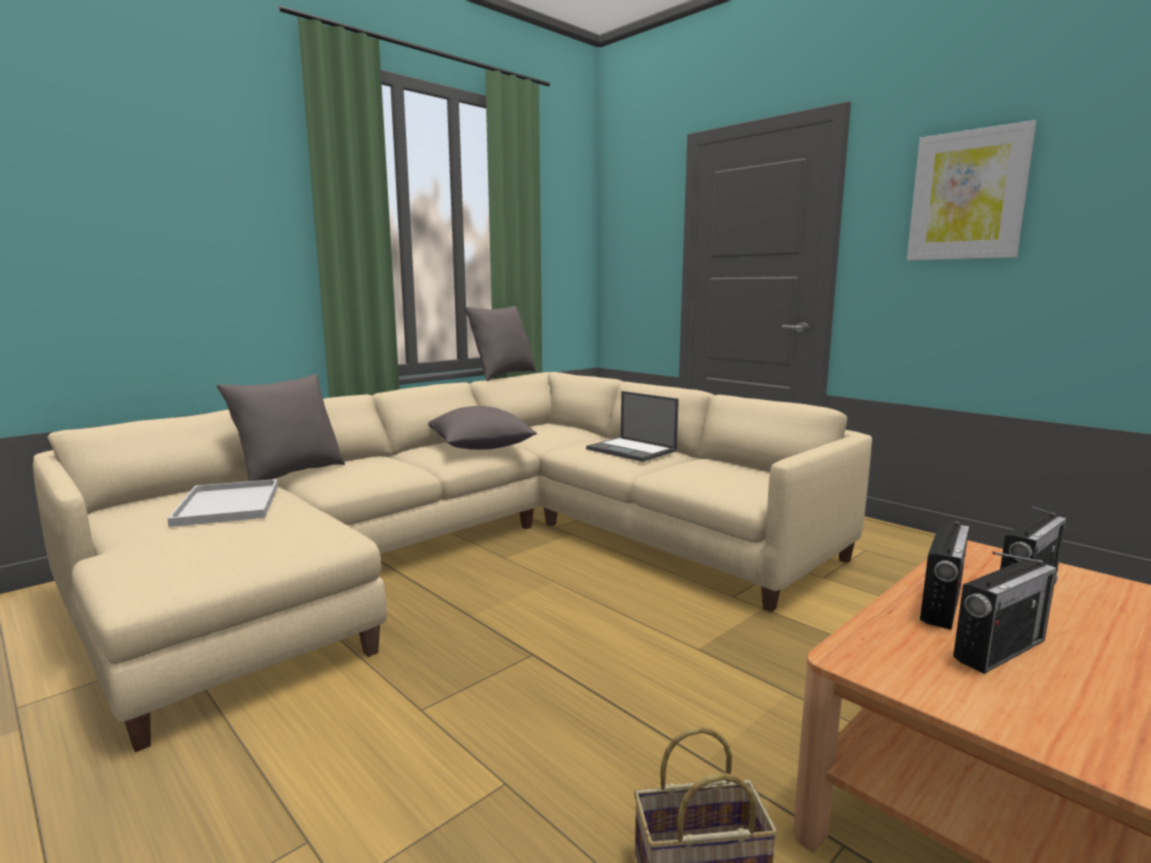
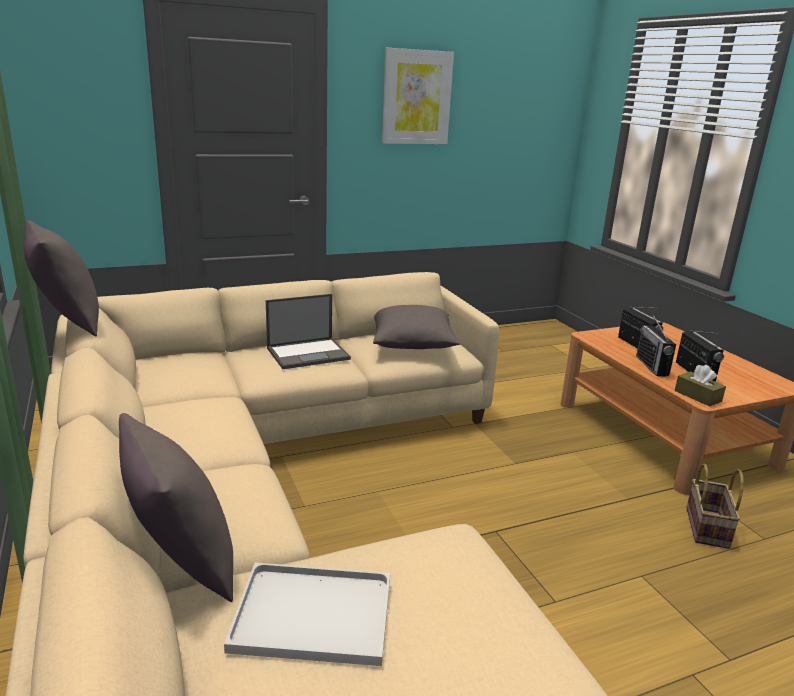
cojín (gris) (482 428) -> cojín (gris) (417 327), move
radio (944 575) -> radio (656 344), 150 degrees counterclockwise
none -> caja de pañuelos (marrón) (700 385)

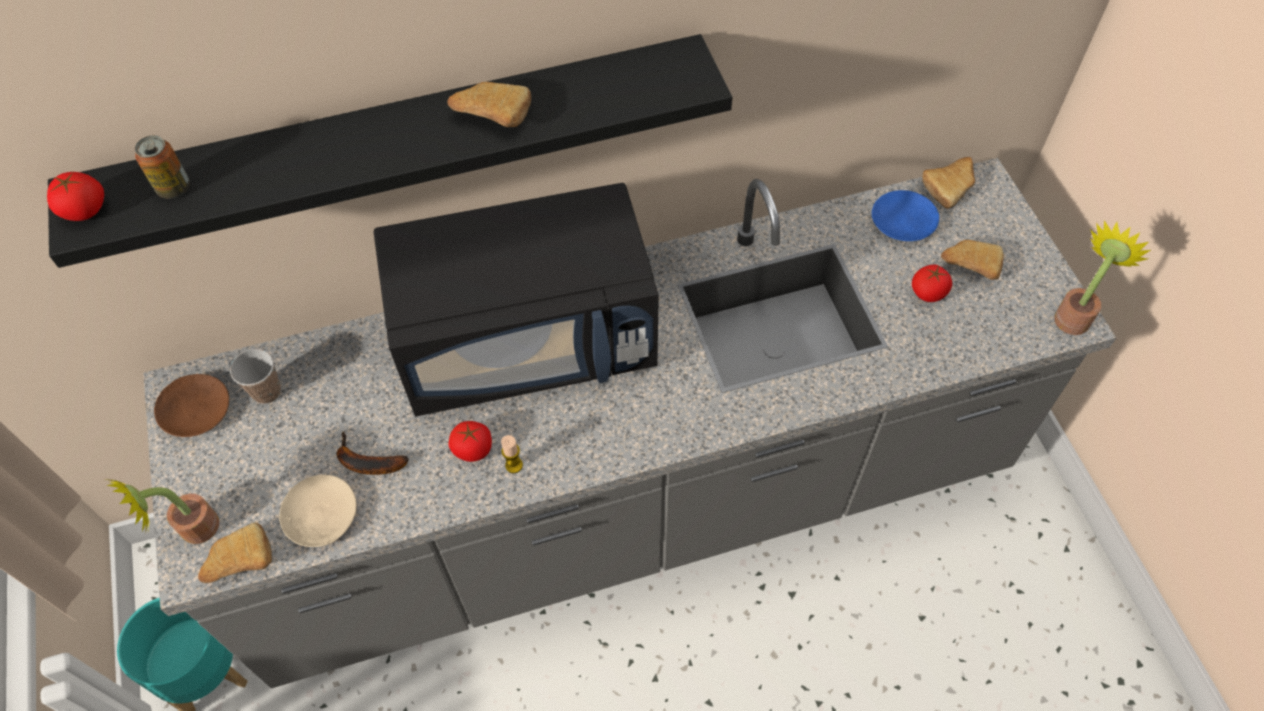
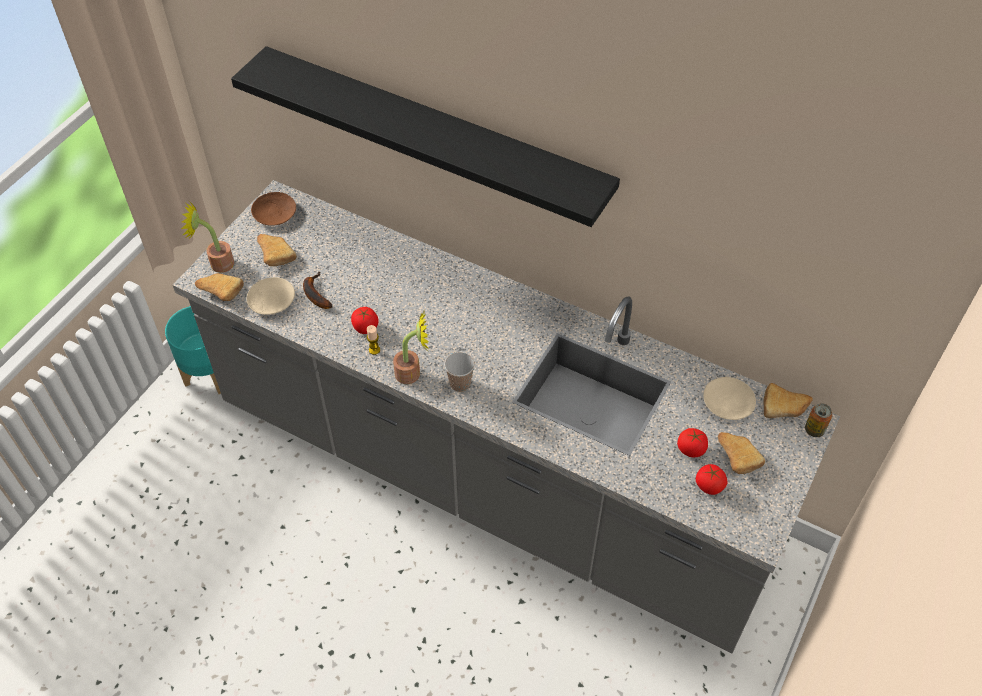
pan (489 104) -> pan (277 250), move
planta en maceta (1102 277) -> planta en maceta (411 347), move
taza (255 376) -> taza (459 372), move
tomate (75 196) -> tomate (712 479), move
plato (azul) (905 215) -> plato (beis) (729 398)
lata (162 166) -> lata (818 420), move
microondas (negro) (516 299) -> none

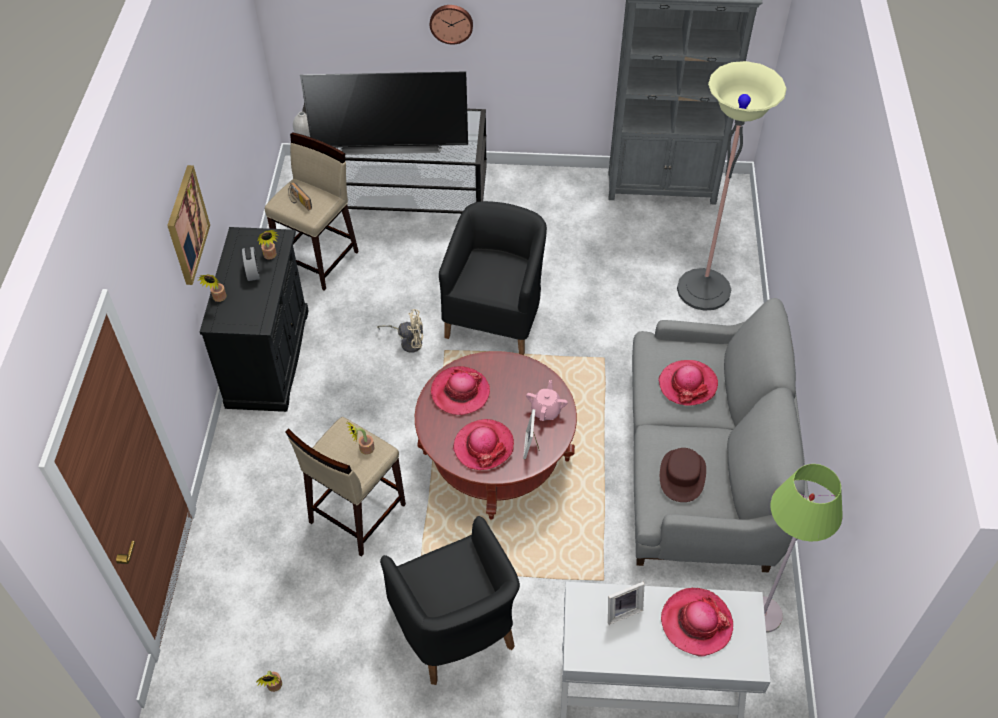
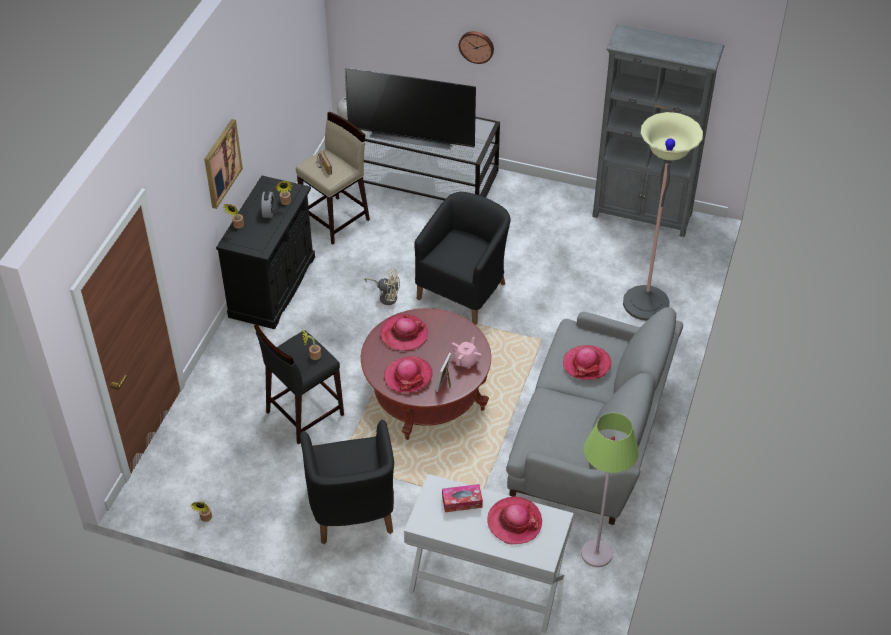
taburete (beis) (346 487) -> taburete (negro) (299 384)
portarretratos (626 603) -> caja de pañuelos (462 498)
sombrero (marrón) (683 475) -> none

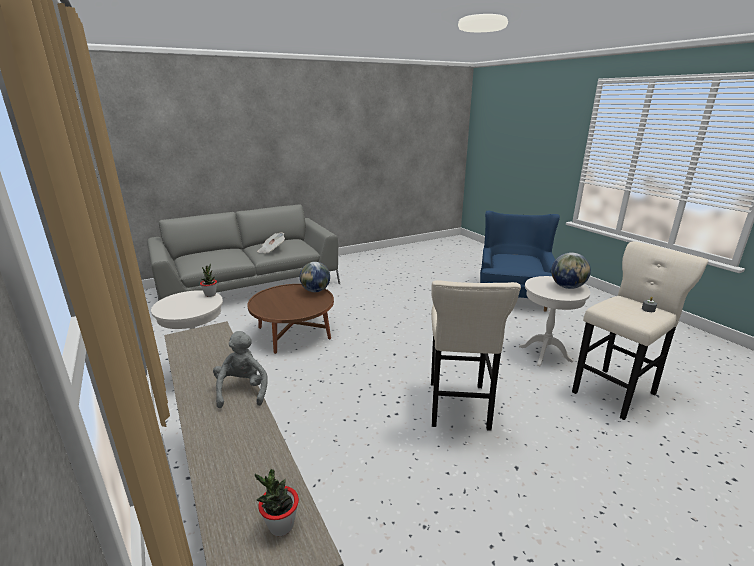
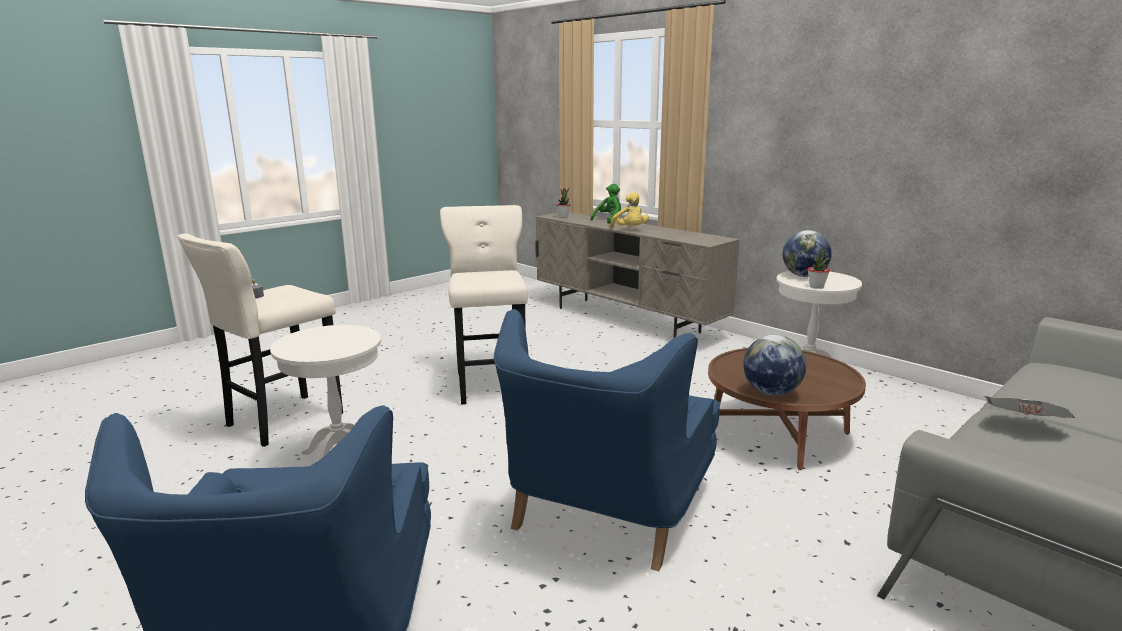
none -> sillón (azul) (607 440)
none -> peluche (verde) (605 204)
peluche (gris) (240 369) -> peluche (amarillo) (629 210)
globo terráqueo (571 271) -> globo terráqueo (807 253), move

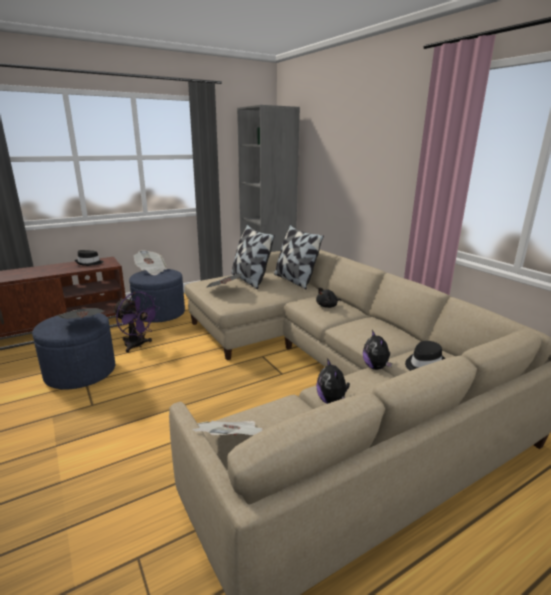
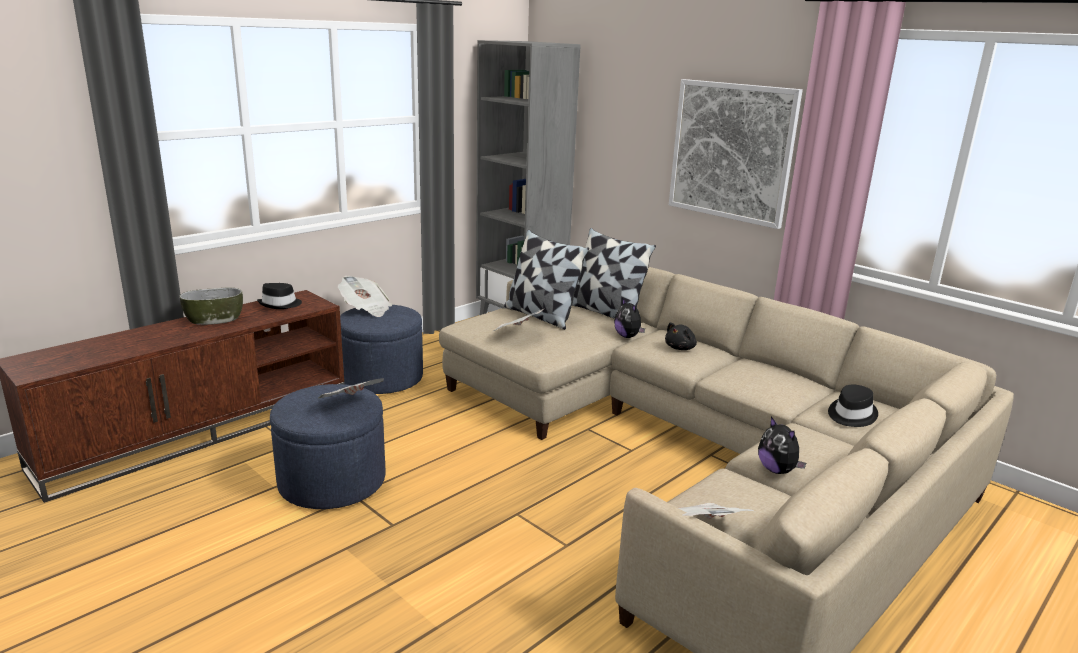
none -> cuenco (211 306)
peluche (377 350) -> peluche (629 318), move
none -> cuadro (736 154)
ventilador (morado) (136 322) -> none

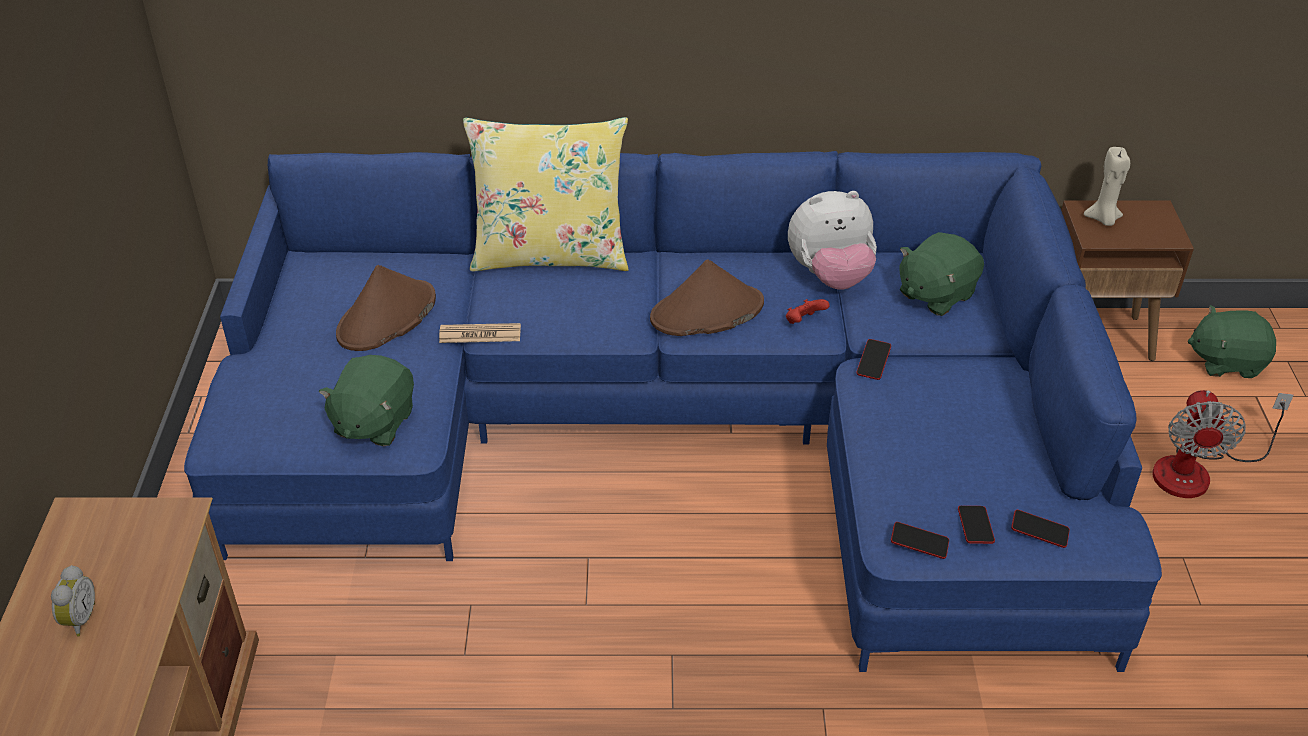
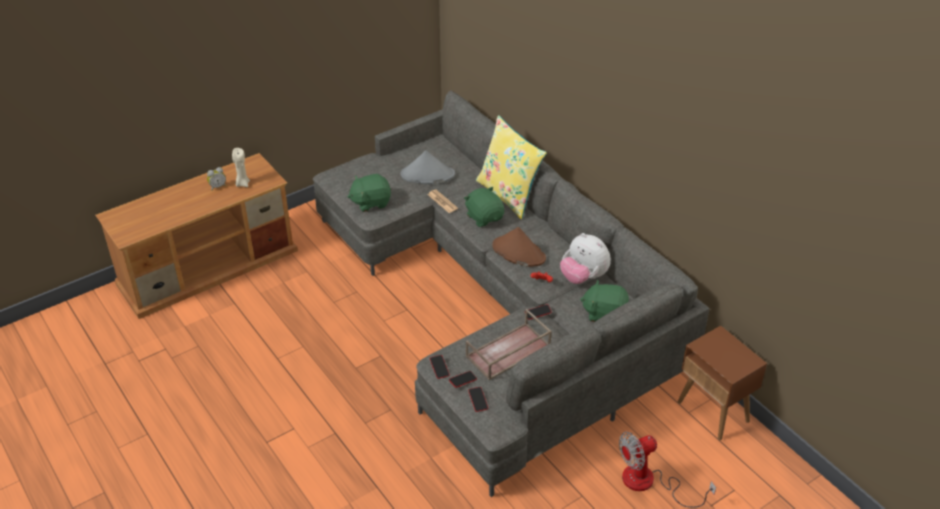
vela (beis) (1107 186) -> vela (beis) (241 167), move
sofá (azul) (673 411) -> sofá (gris) (511 293)
sombrero (marrón) (386 308) -> sombrero (gris) (427 167)
peluche (verde) (1232 341) -> peluche (verde) (484 207), move
none -> bandeja (marrón) (508 344)

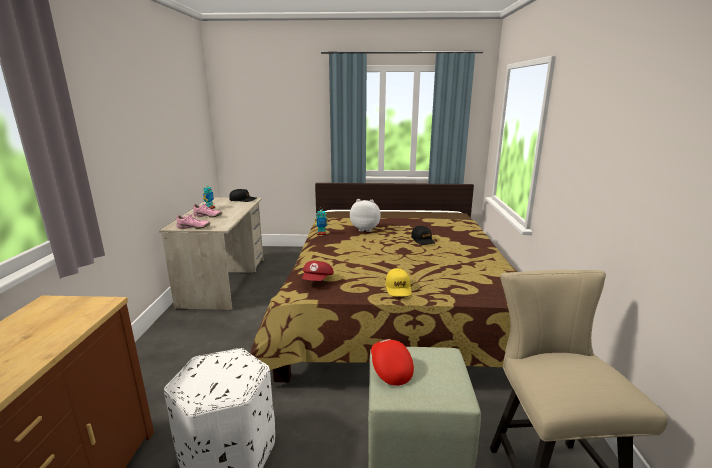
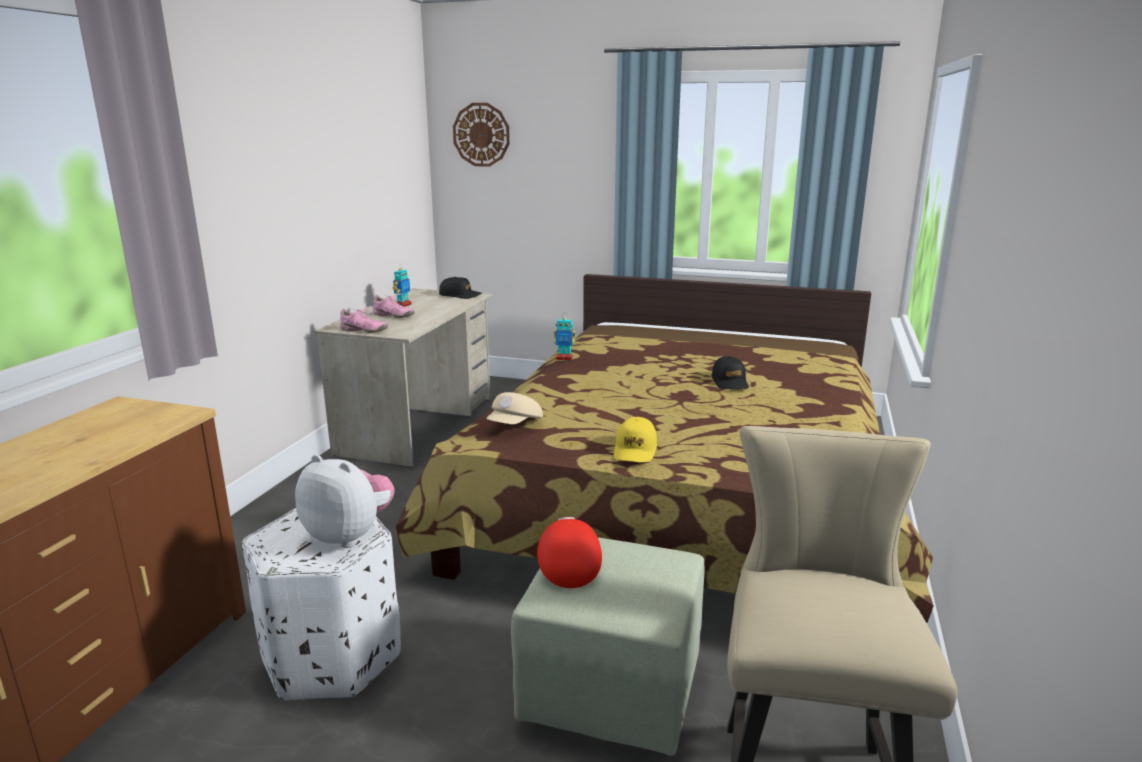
peluche (365 215) -> peluche (344 501), move
none -> reloj de pared (481 135)
gorra (rojo) (318 271) -> gorra (beis) (514 408)

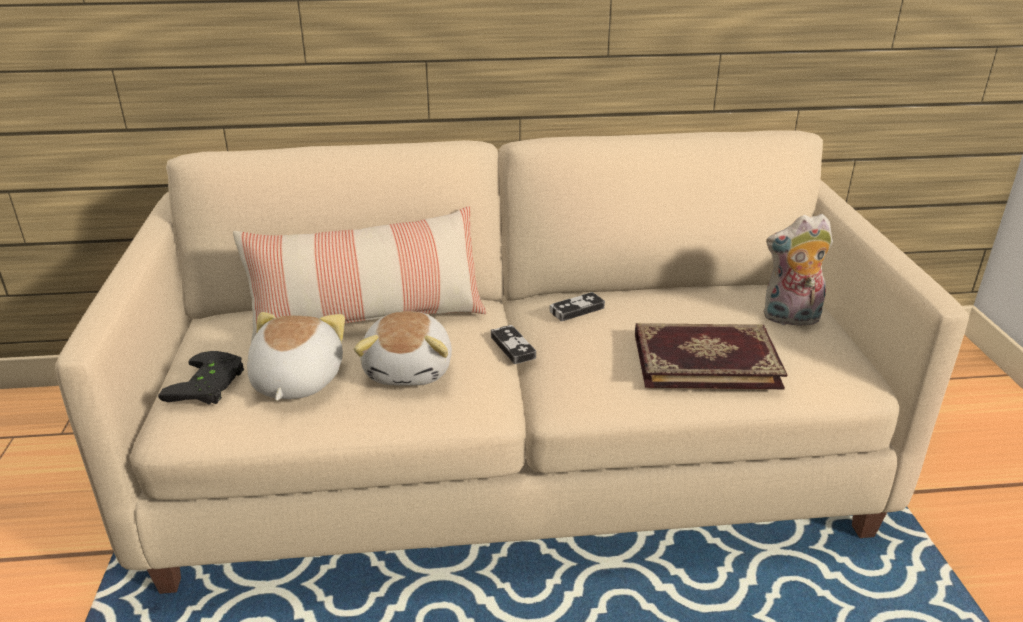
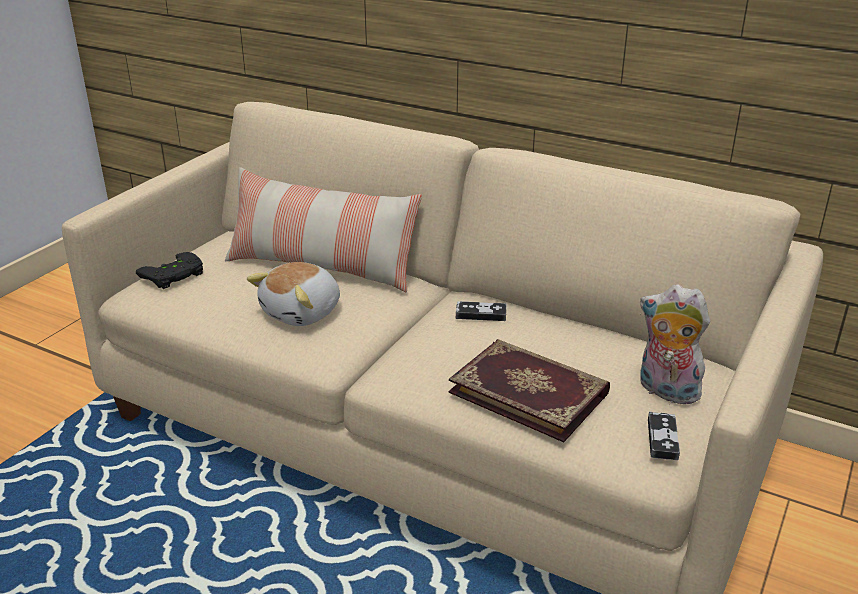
mando de consola (513 344) -> mando de consola (664 436), move
peluche (296 356) -> none

